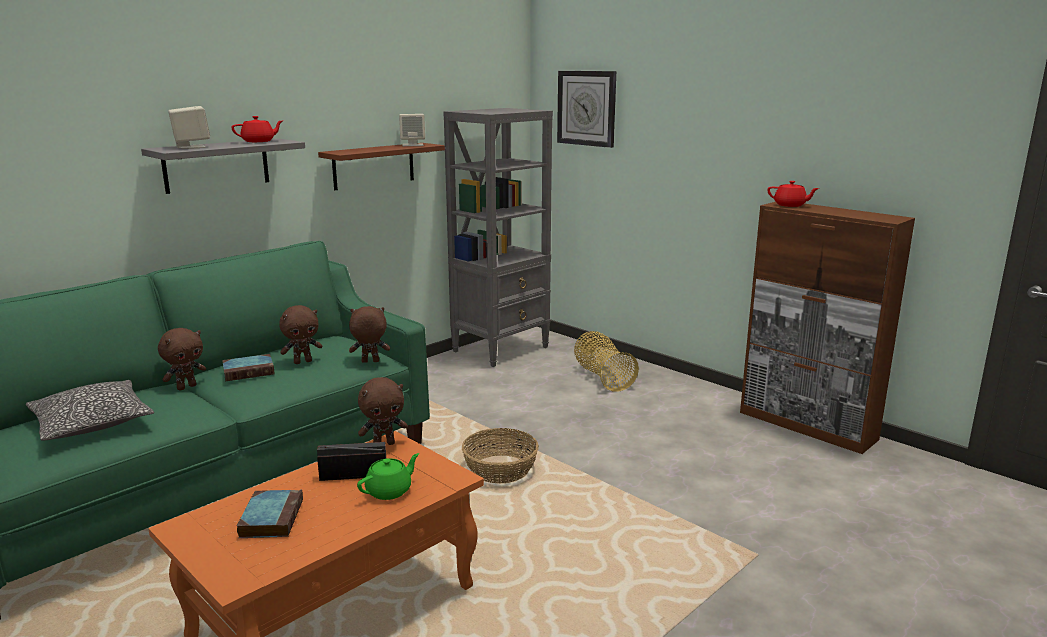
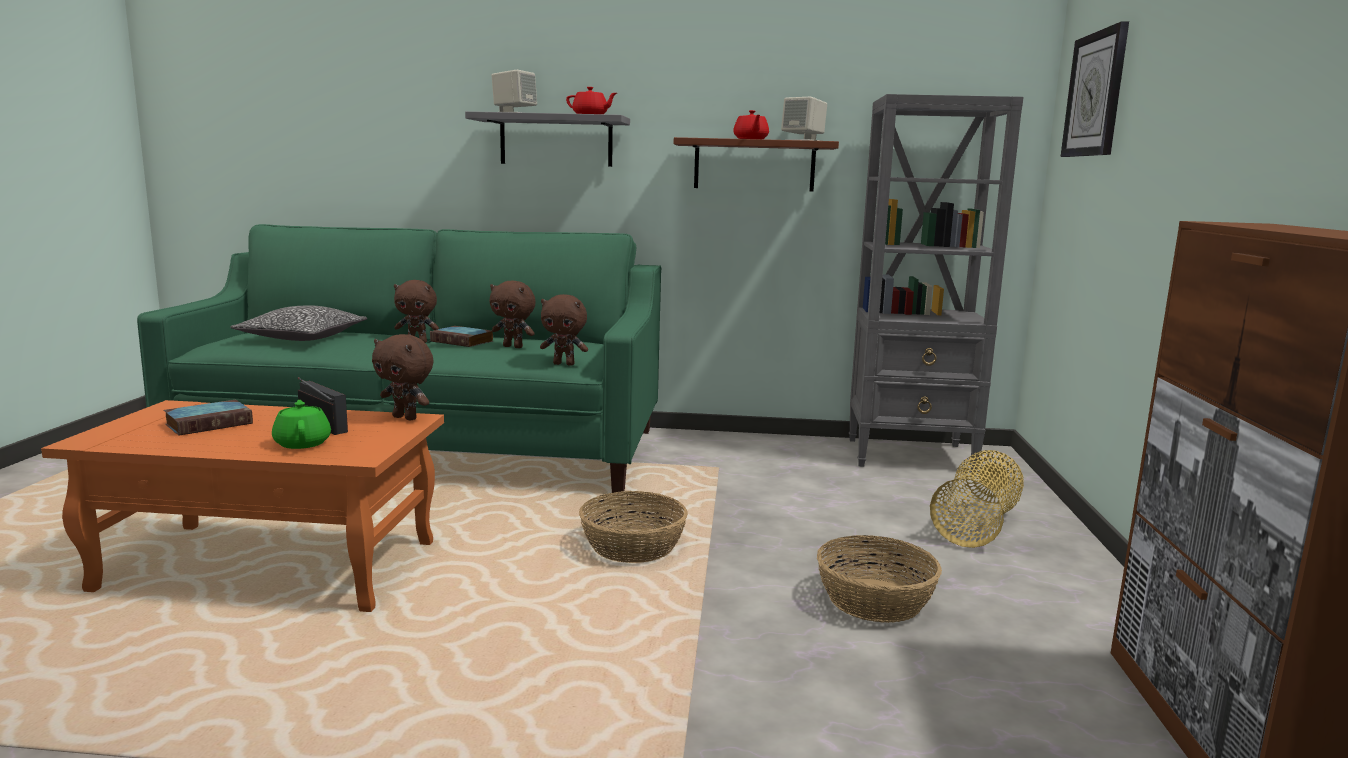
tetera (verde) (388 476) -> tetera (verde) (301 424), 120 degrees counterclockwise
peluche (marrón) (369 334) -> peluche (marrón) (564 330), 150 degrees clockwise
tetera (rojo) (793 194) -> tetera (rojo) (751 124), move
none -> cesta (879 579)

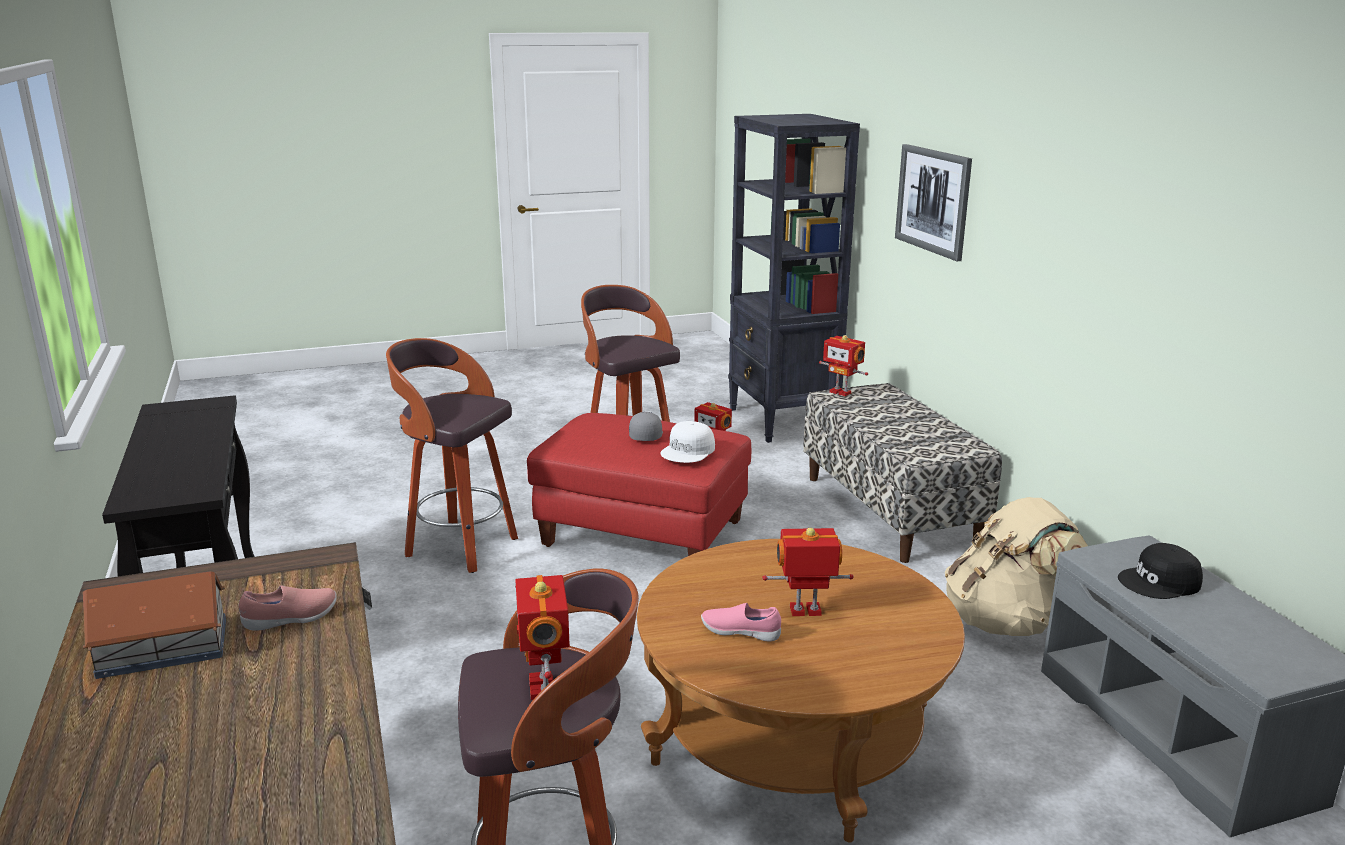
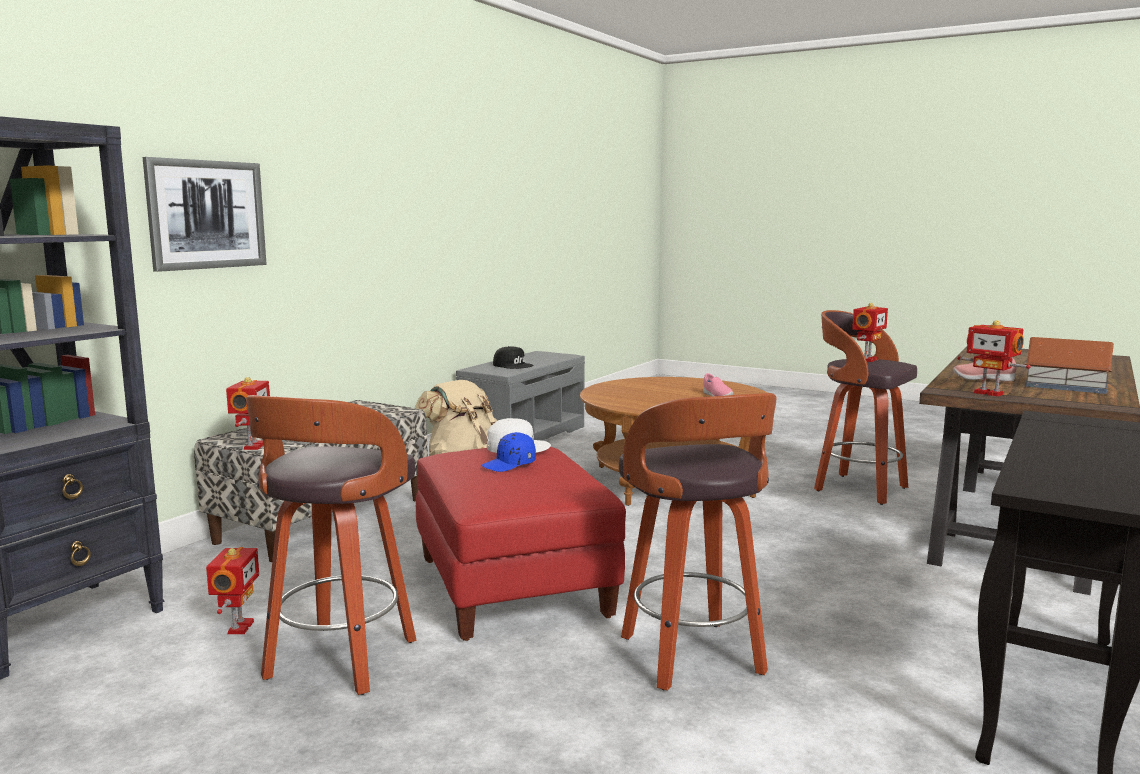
gorra (gris) (646 426) -> gorra (azul) (508 452)
robot de juguete (808 571) -> robot de juguete (994 358), move

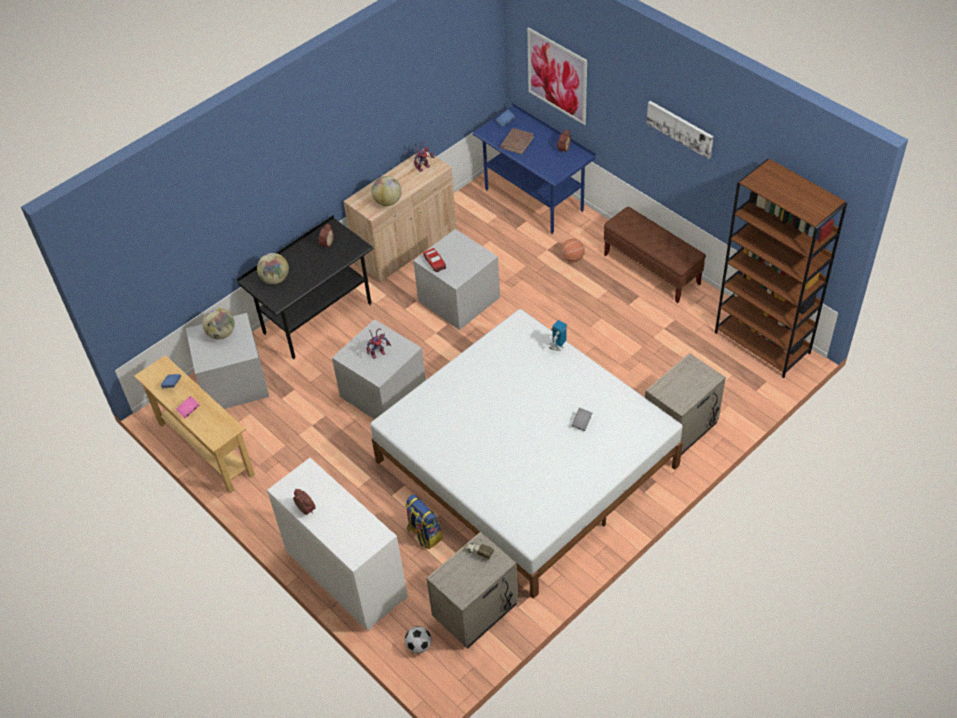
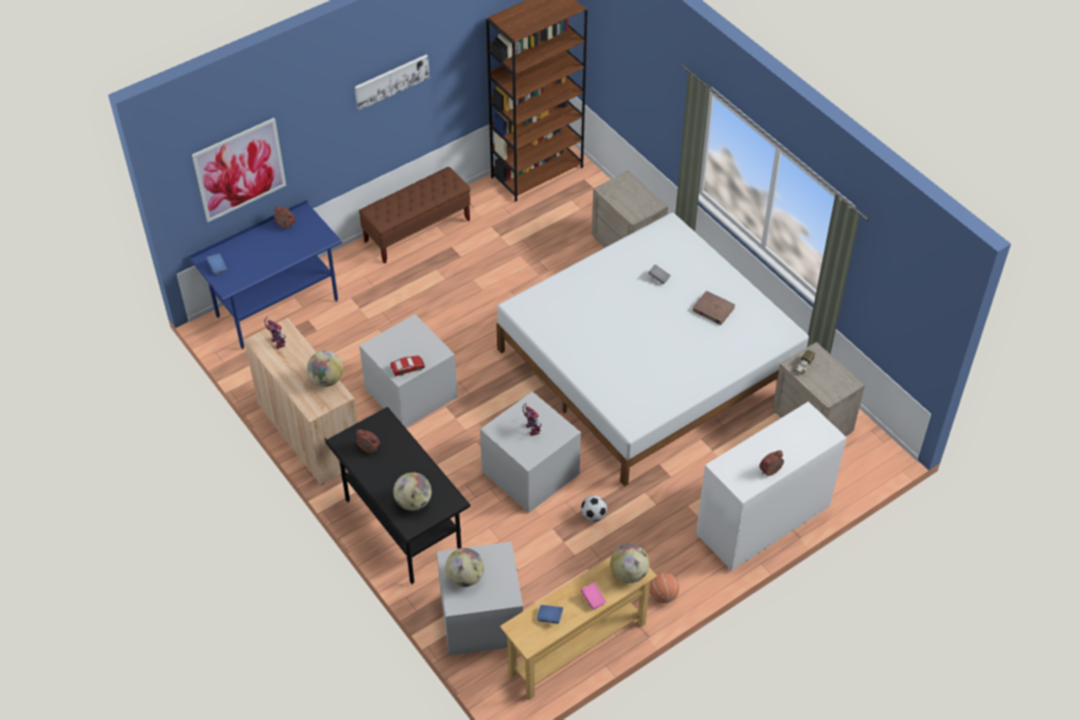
balón de fútbol (418 640) -> balón de fútbol (594 508), move
none -> globo terráqueo (629 563)
balón de baloncesto (573 250) -> balón de baloncesto (664 588), move
libro (marrón) (517 141) -> libro (marrón) (713 308), move
mochila (424 521) -> none
robot de juguete (558 335) -> none

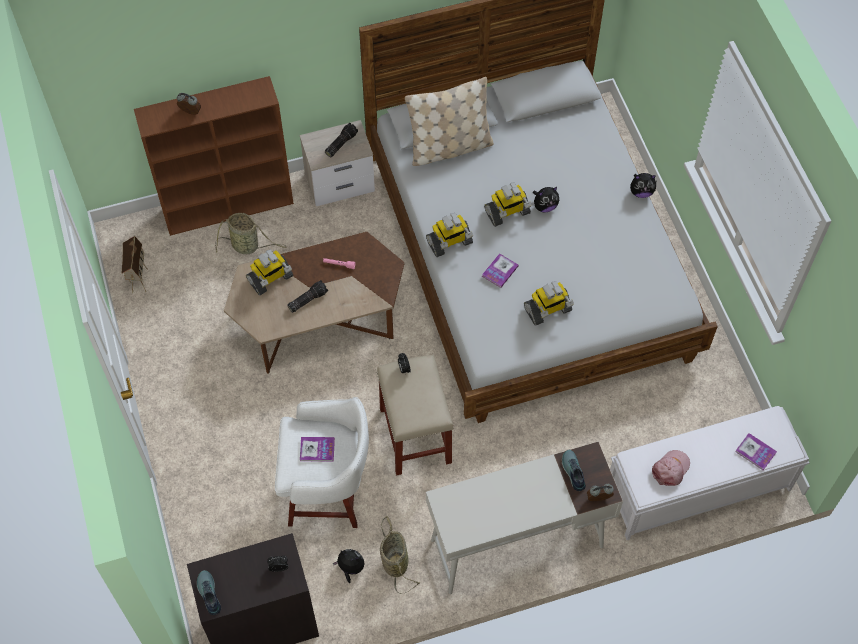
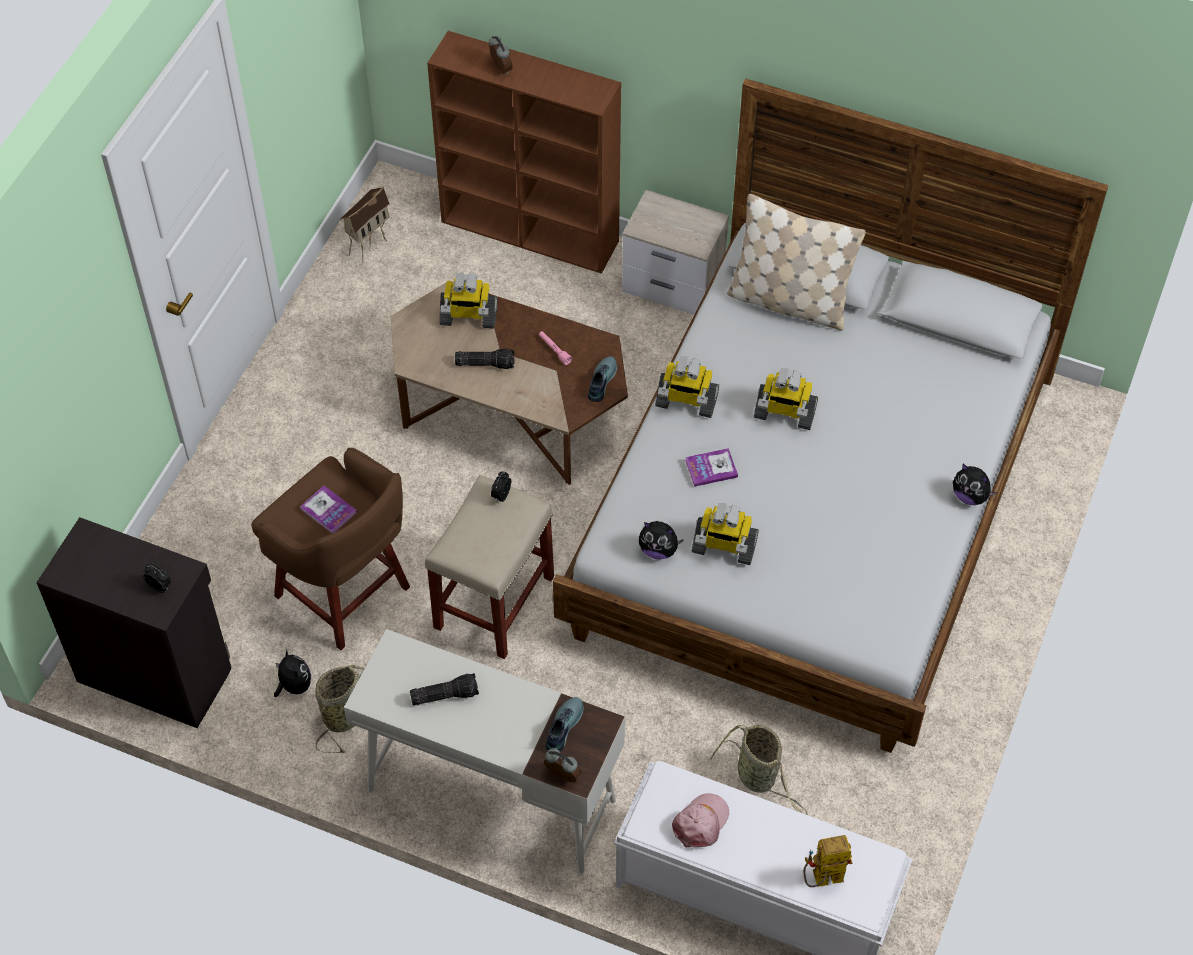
taburete (blanco) (322 462) -> taburete (marrón) (330 549)
linterna (341 140) -> linterna (444 689), move
zapato (209 592) -> zapato (602 379), move
peluche (546 200) -> peluche (661 540), move
gorra (rosa) (671 468) -> gorra (rosa) (700 820), 45 degrees counterclockwise
cesta (251 233) -> cesta (758 770), move
libro (756 451) -> robot de juguete (827 861)

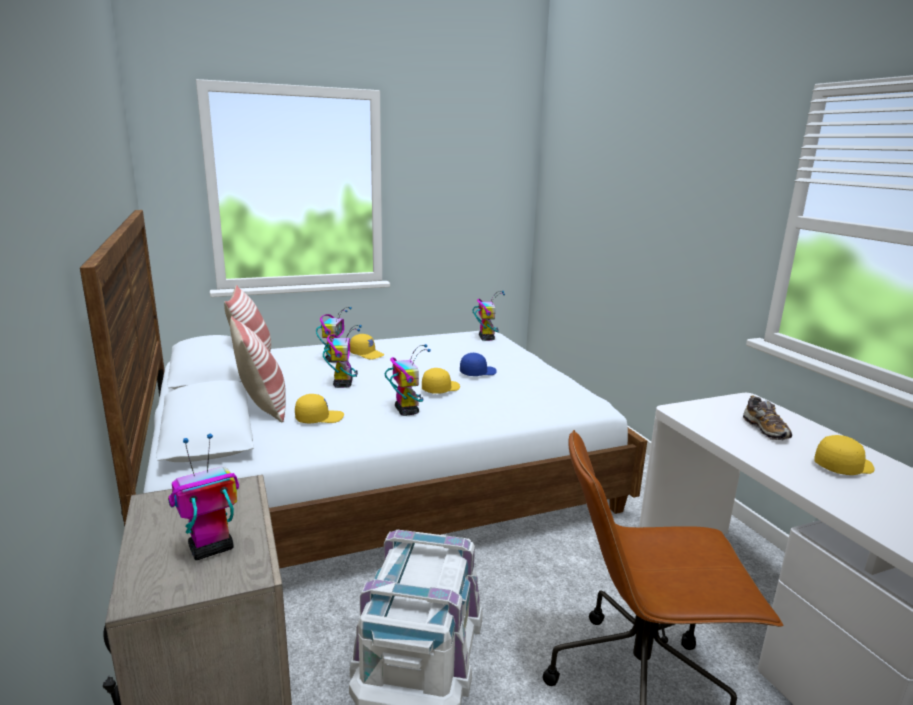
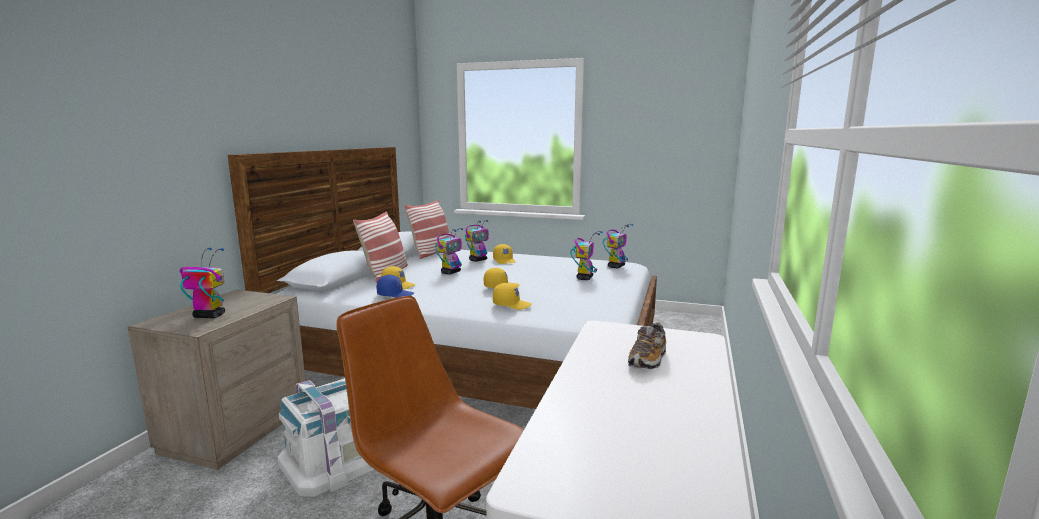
gorra (azul) (478 364) -> gorra (azul) (395 286), move
gorra (amarillo) (844 455) -> gorra (amarillo) (512 296), move
robot de juguete (407 380) -> robot de juguete (586 255), move

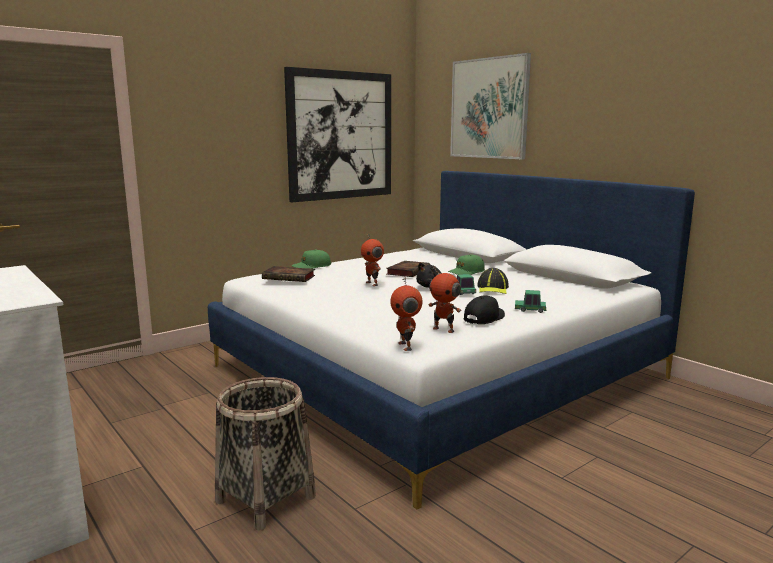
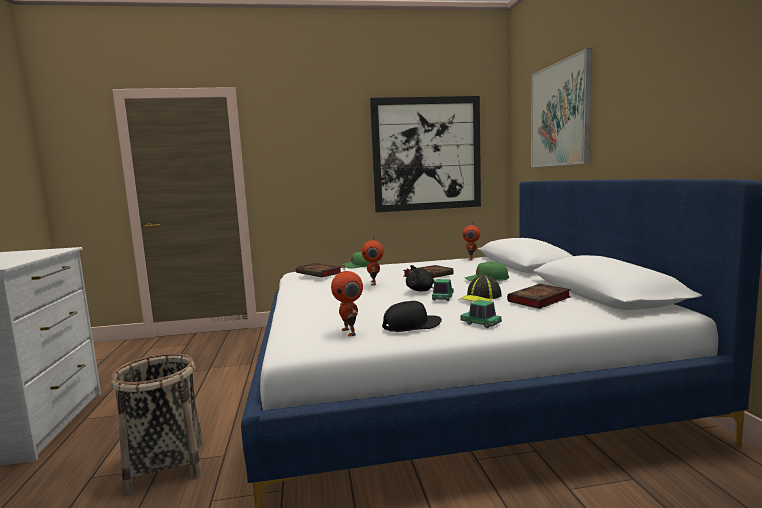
robot de juguete (406 314) -> robot de juguete (471 241), move
none -> libro (539 296)

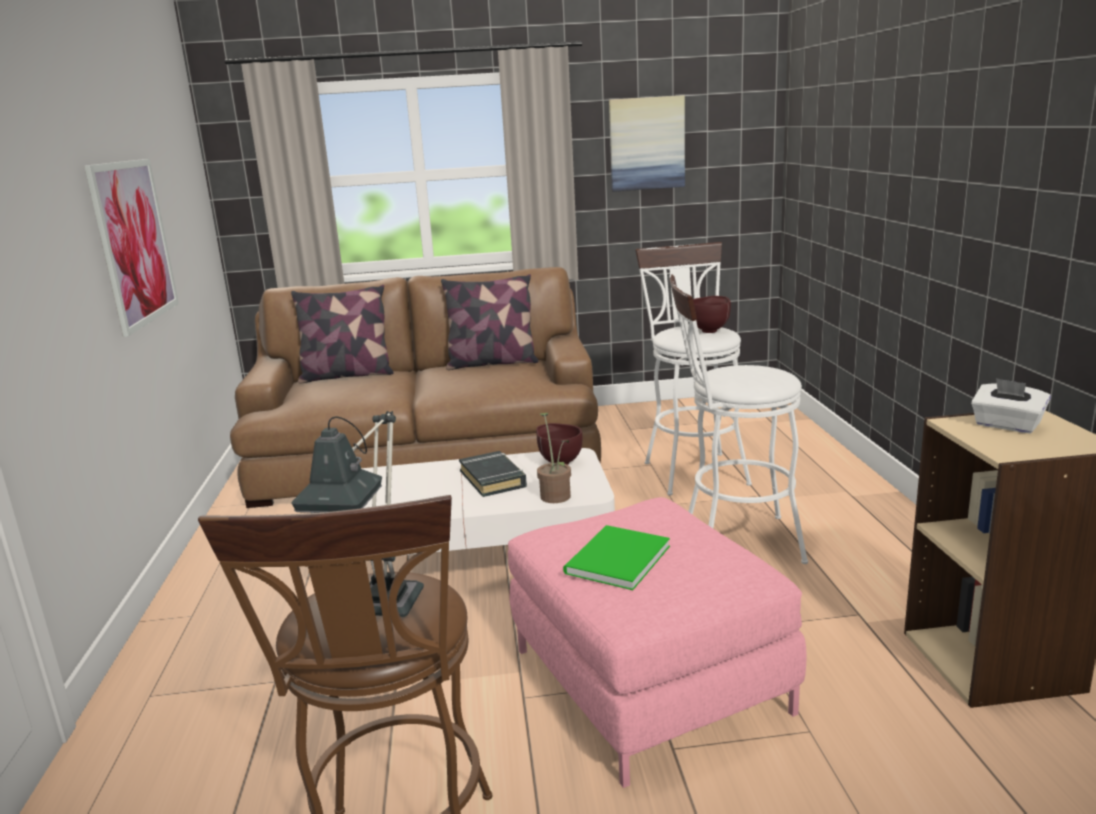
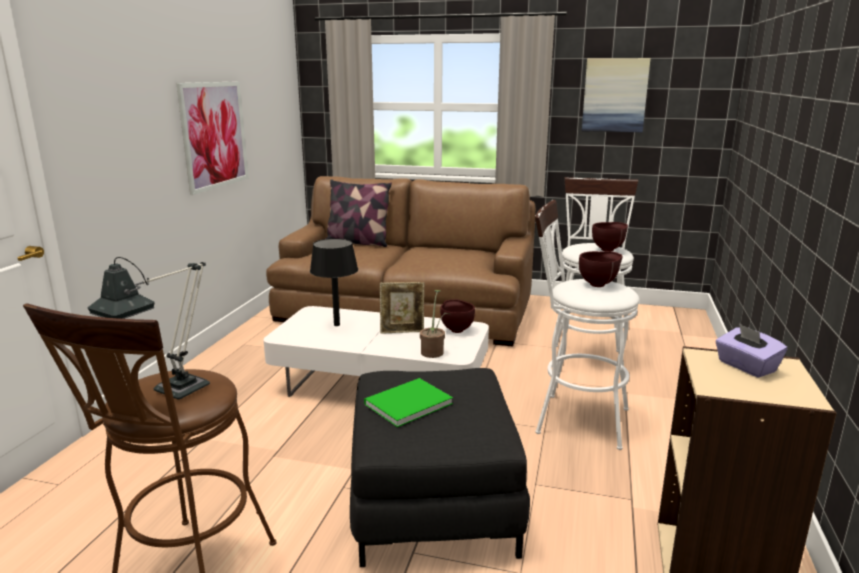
none -> lámpara de mesa (negro) (334 282)
puf (rosa) (657 642) -> puf (negro) (440 467)
libro (negro) (493 474) -> portarretratos (402 308)
none -> cuenco (marrón) (601 269)
caja de pañuelos (blanco) (1011 405) -> caja de pañuelos (morado) (751 351)
cojín (489 322) -> none

